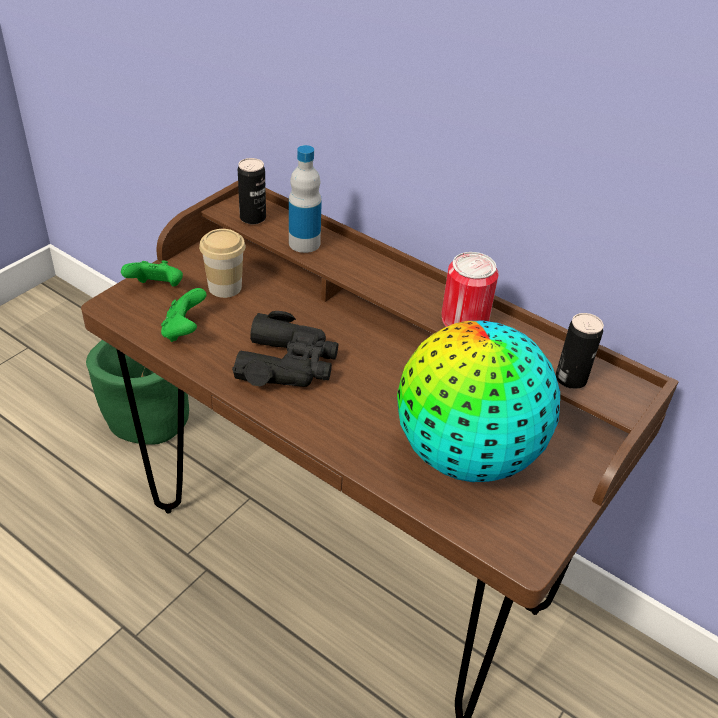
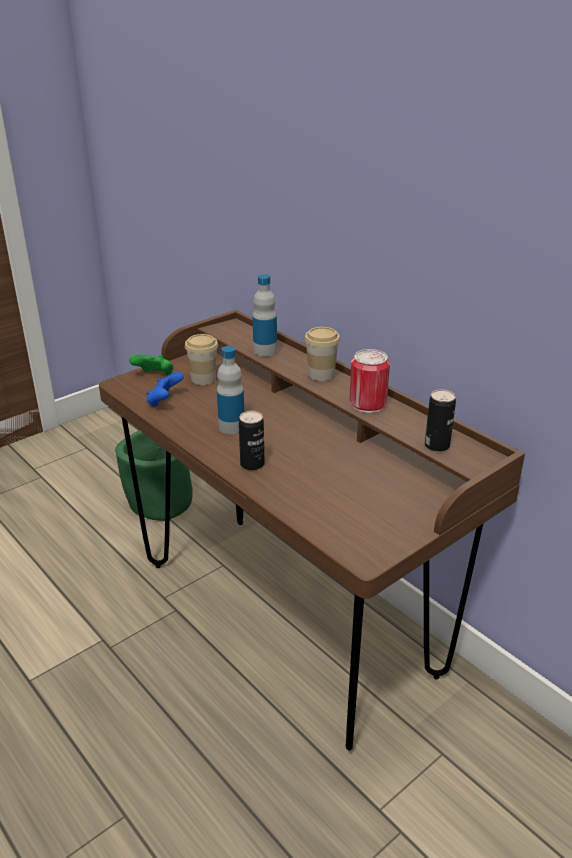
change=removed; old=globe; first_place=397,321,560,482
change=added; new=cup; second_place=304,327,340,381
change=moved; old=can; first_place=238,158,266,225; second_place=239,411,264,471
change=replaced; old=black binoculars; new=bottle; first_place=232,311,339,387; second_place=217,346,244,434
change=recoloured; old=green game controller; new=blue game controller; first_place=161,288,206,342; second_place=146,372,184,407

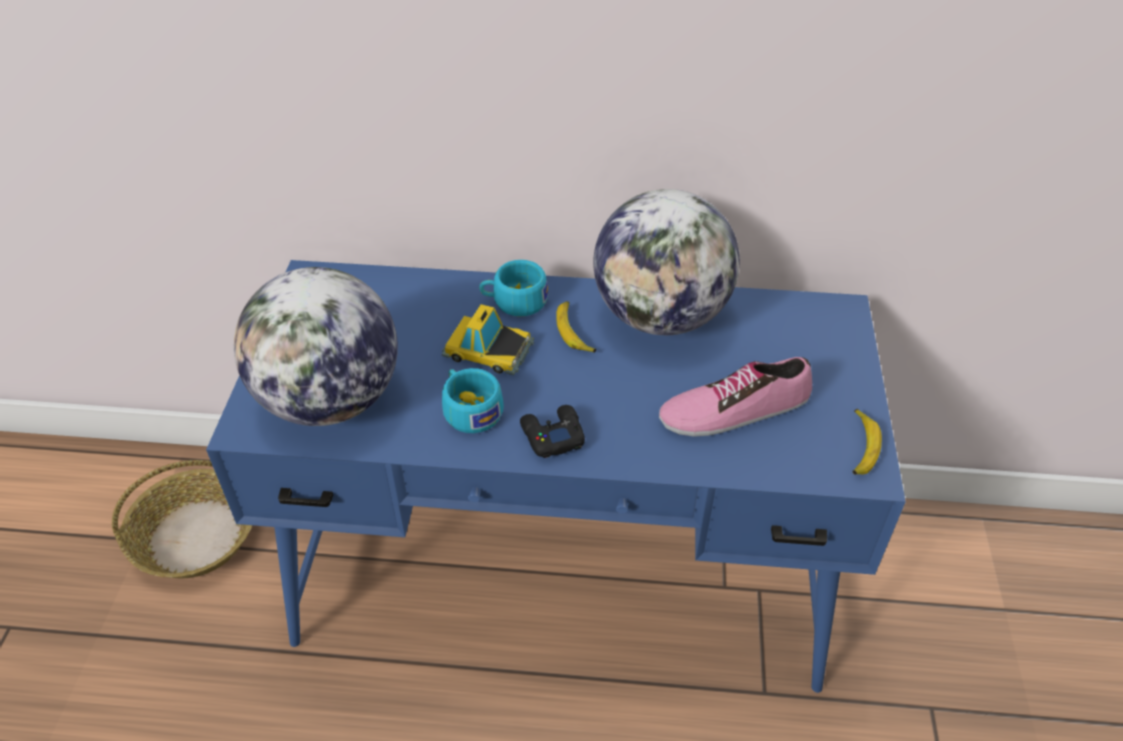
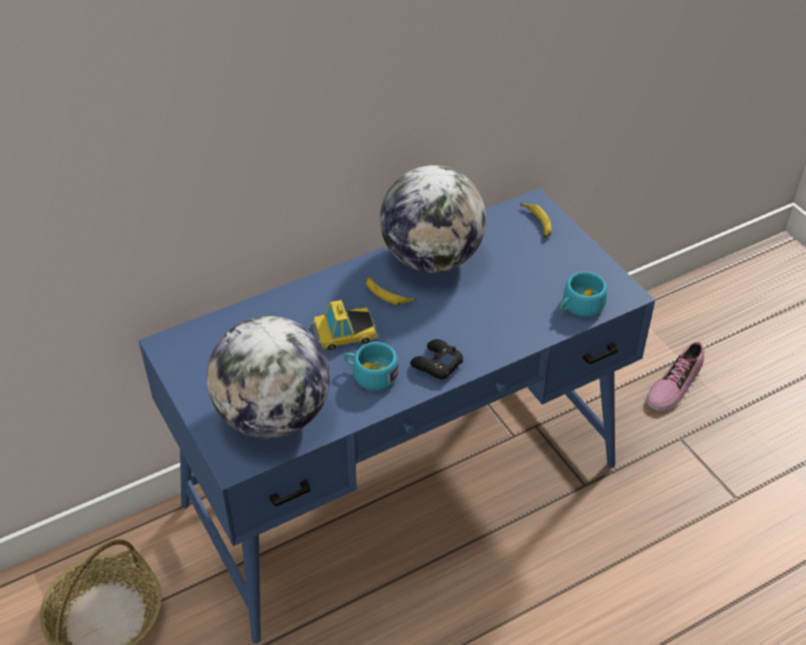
change=moved; old=turquoise cup; first_place=479,260,548,316; second_place=560,272,607,317
change=moved; old=shoe; first_place=659,357,812,437; second_place=647,342,704,411
change=moved; old=banana; first_place=852,409,882,475; second_place=520,203,552,237

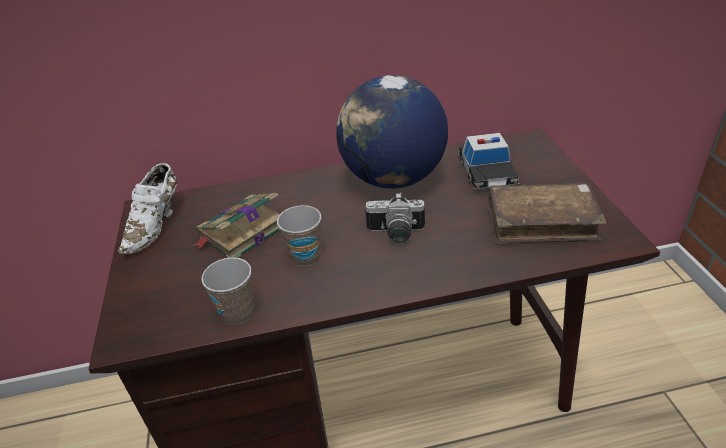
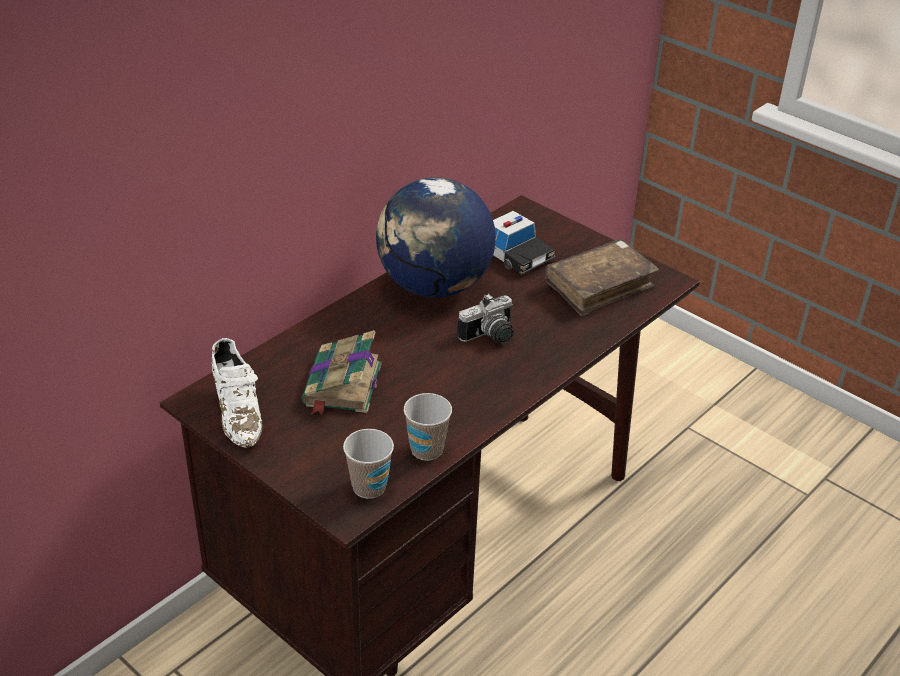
change=moved; old=cup; first_place=277,205,321,266; second_place=343,429,394,499

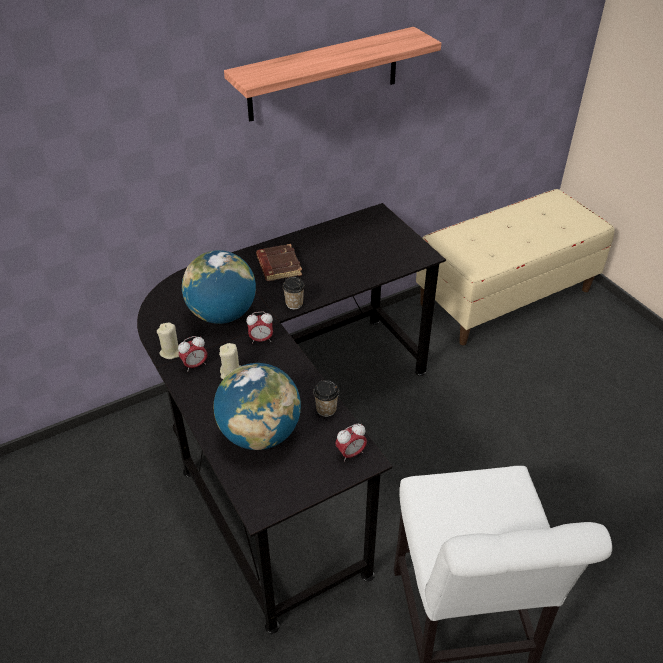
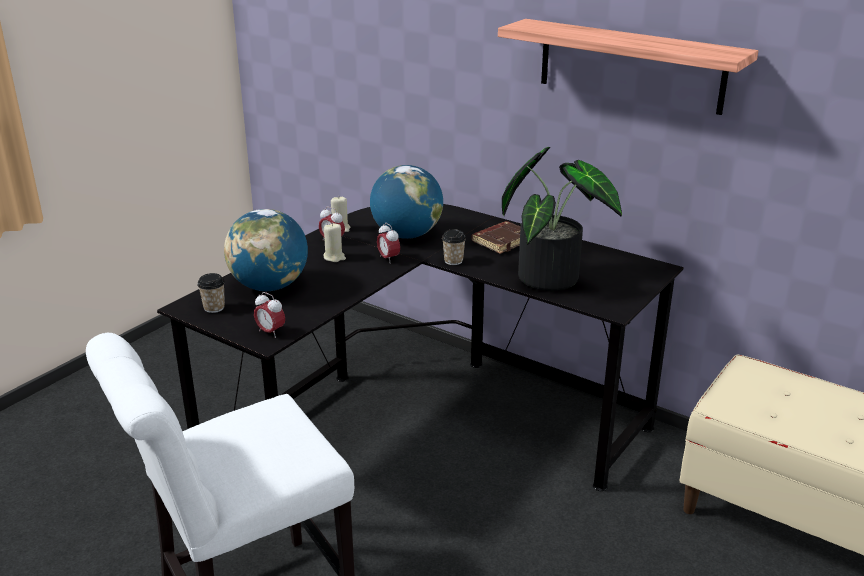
change=added; new=potted plant; second_place=502,147,622,291
change=moved; old=cup; first_place=313,380,339,417; second_place=197,273,225,313

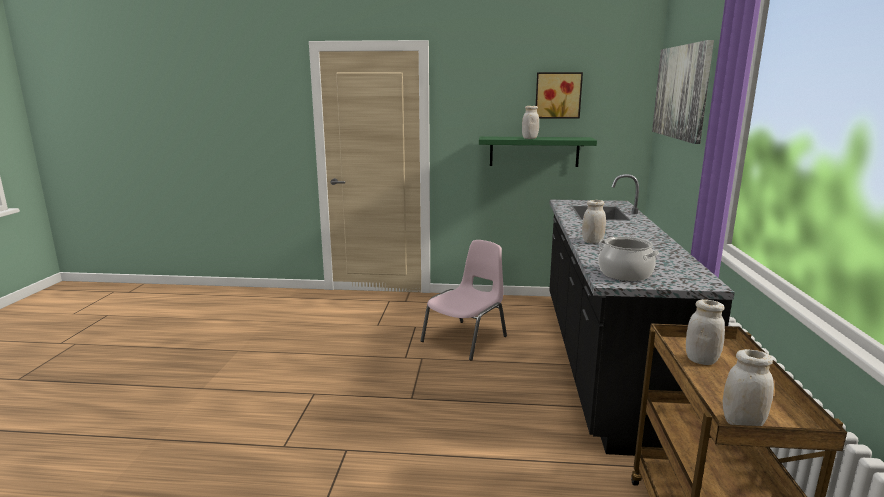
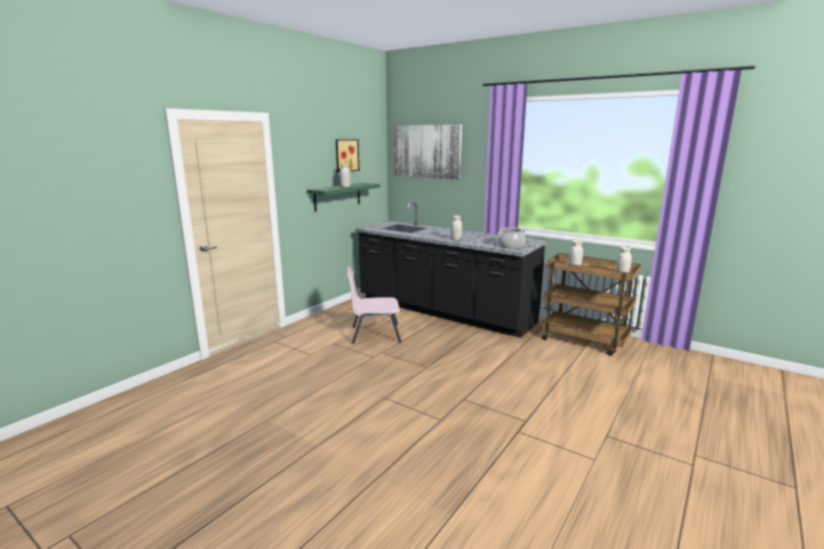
change=turned; old=pink chair; first_place=421,240,507,361; second_place=347,267,401,344; degrees=-75

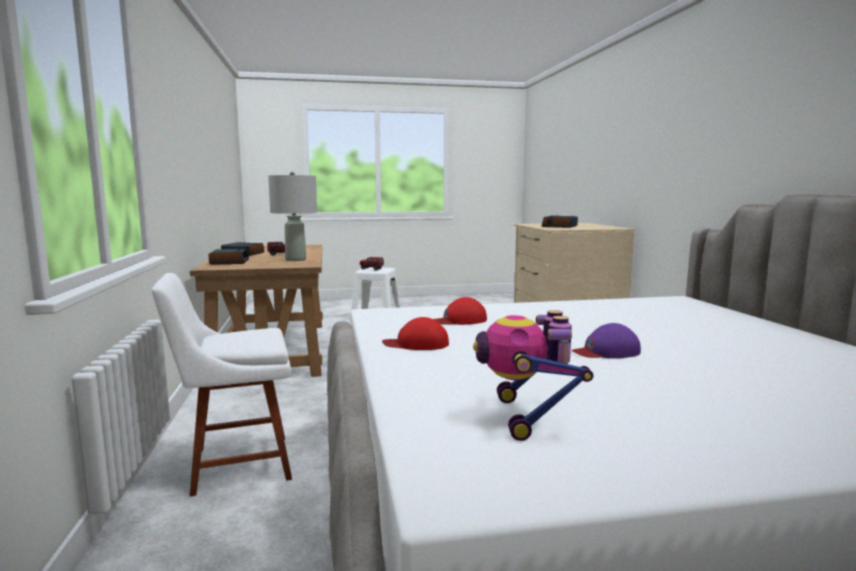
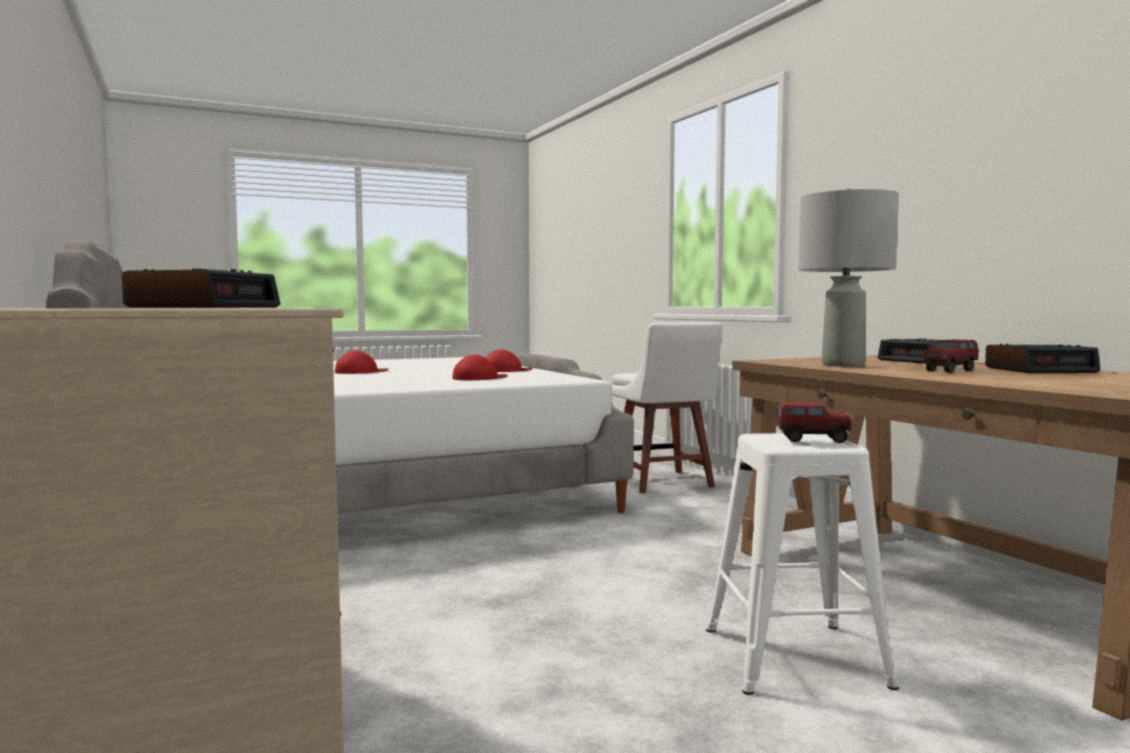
change=removed; old=toy robot; first_place=473,310,594,441
change=recoloured; old=purple cap; new=red cap; first_place=572,323,641,358; second_place=335,350,389,374
change=turned; old=white chair; first_place=152,273,292,497; second_place=611,322,723,493; degrees=105

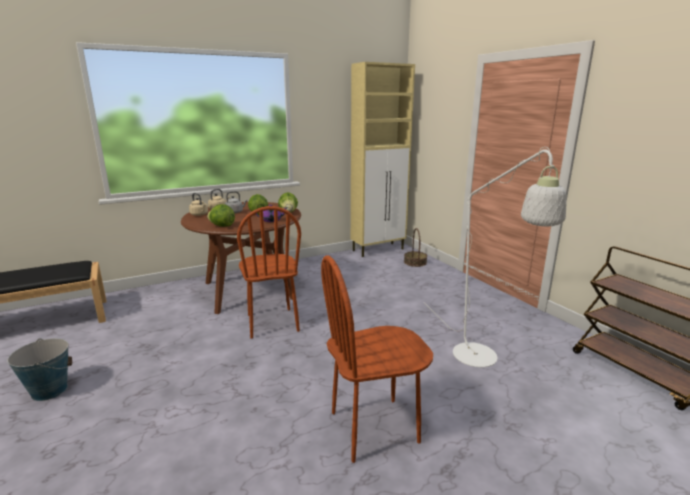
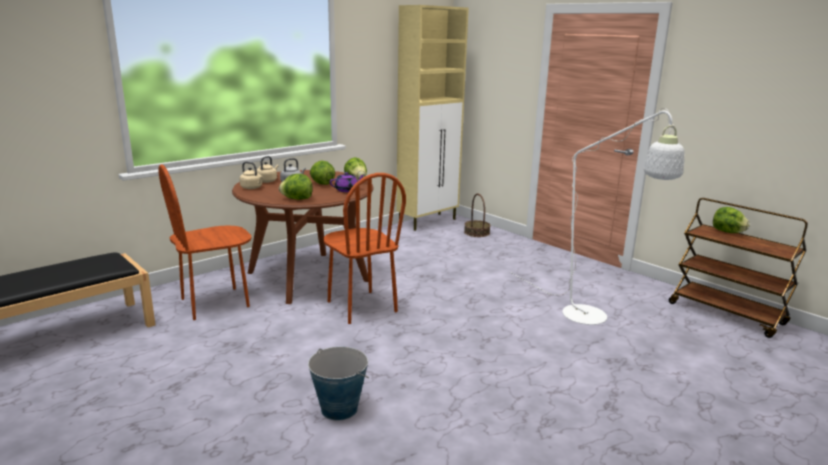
change=added; new=lettuce; second_place=713,207,750,233
change=moved; old=bucket; first_place=7,338,72,401; second_place=308,347,369,421
change=moved; old=brown chair; first_place=321,256,433,463; second_place=158,164,252,320

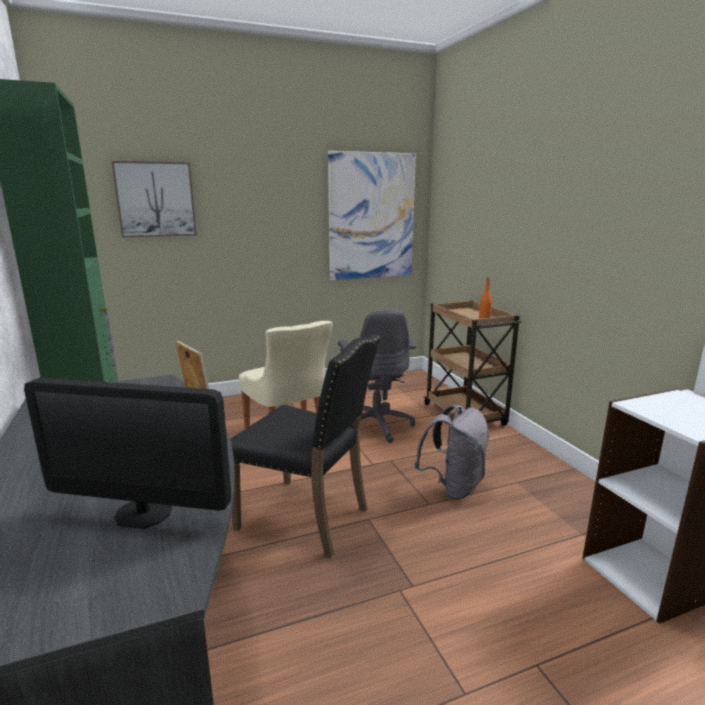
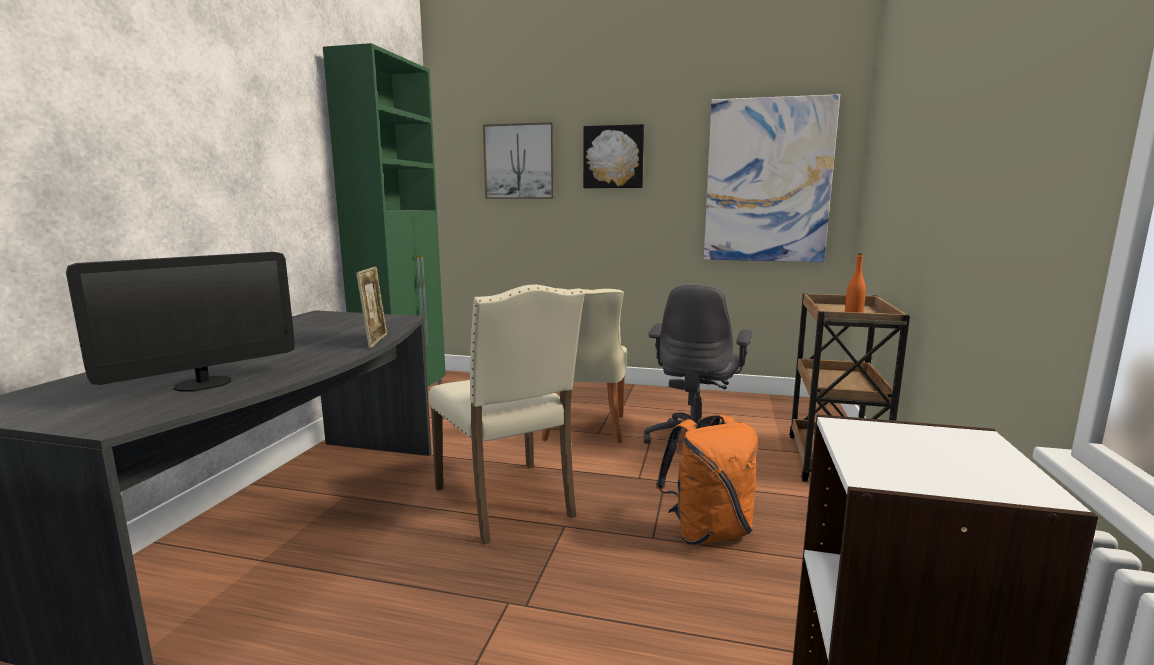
change=added; new=picture; second_place=583,124,644,188
change=recoloured; old=black chair; new=beige chair; first_place=230,334,381,557; second_place=429,285,585,544
change=recoloured; old=grey backpack; new=orange backpack; first_place=414,405,490,500; second_place=656,414,758,545
change=turned; old=monitor; first_place=24,378,231,529; second_place=66,252,295,392; degrees=-90

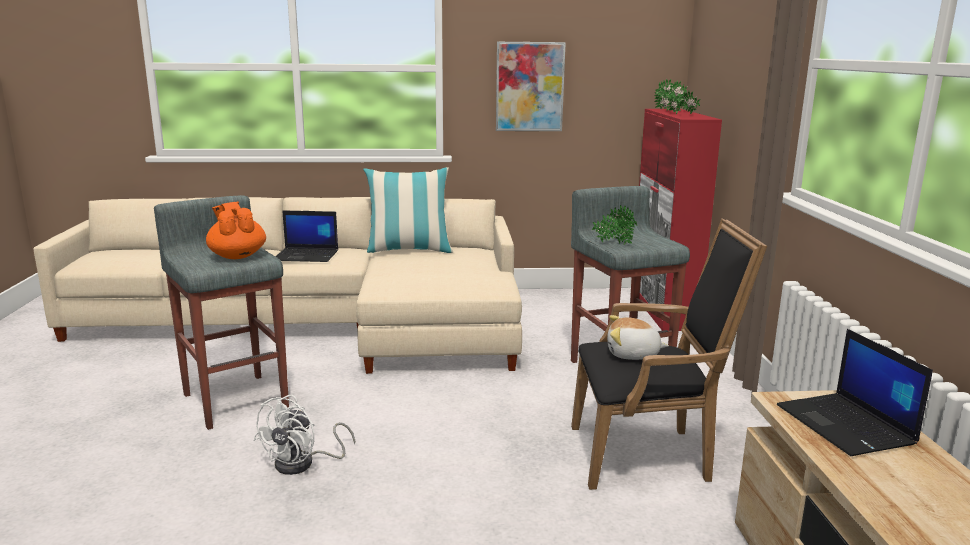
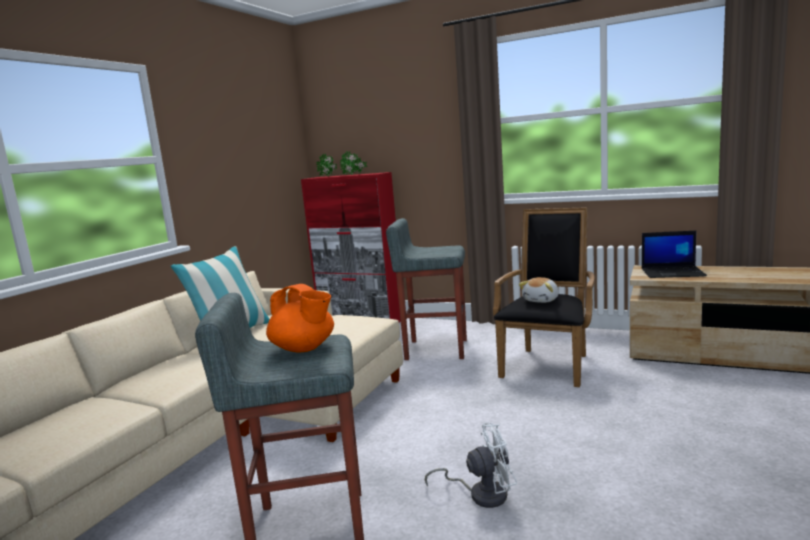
change=removed; old=laptop; first_place=275,210,338,262
change=removed; old=picture; first_place=496,42,566,131
change=removed; old=potted plant; first_place=592,205,637,245
change=turned; old=orange teapot; first_place=206,202,266,259; second_place=266,284,334,353; degrees=-135
change=turned; old=white fan; first_place=253,395,355,475; second_place=425,423,517,508; degrees=-60

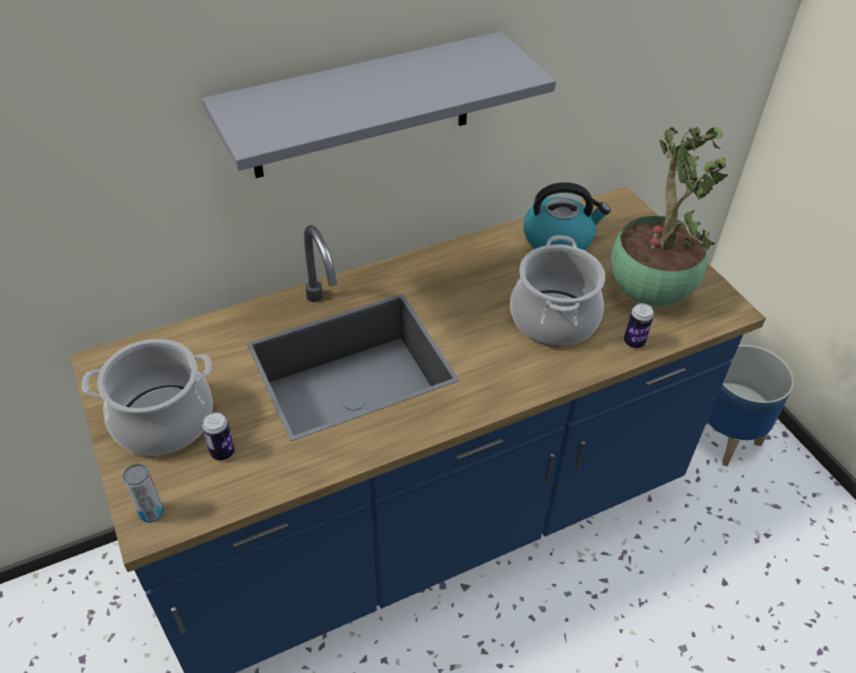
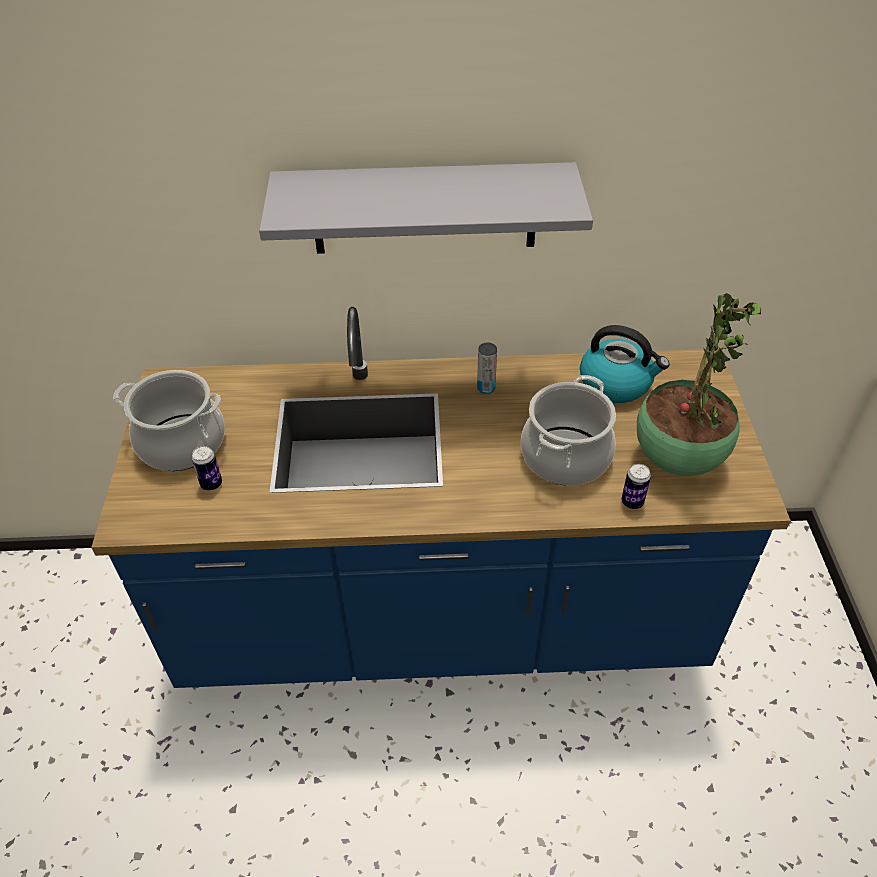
change=removed; old=planter; first_place=706,345,794,466
change=moved; old=can; first_place=123,464,163,522; second_place=477,343,497,394

